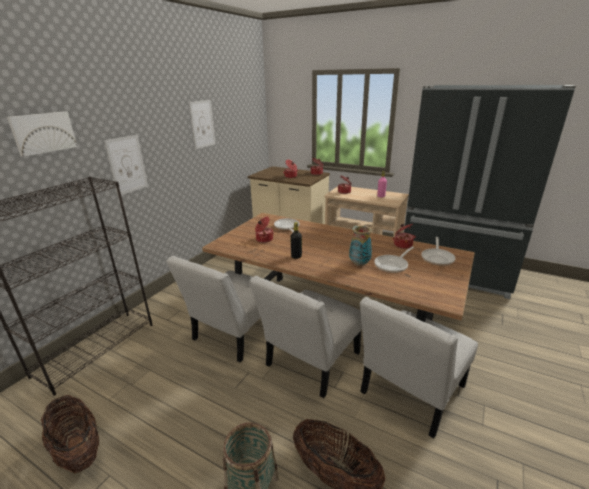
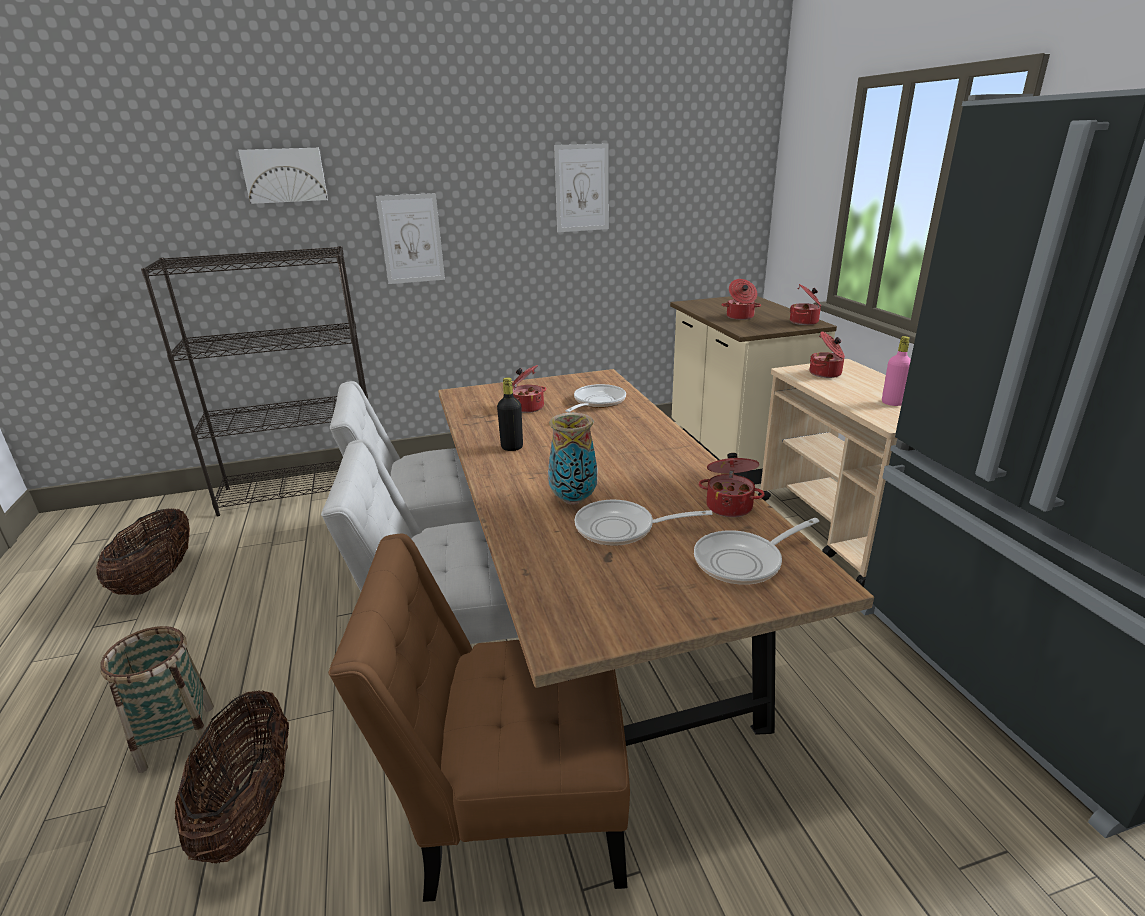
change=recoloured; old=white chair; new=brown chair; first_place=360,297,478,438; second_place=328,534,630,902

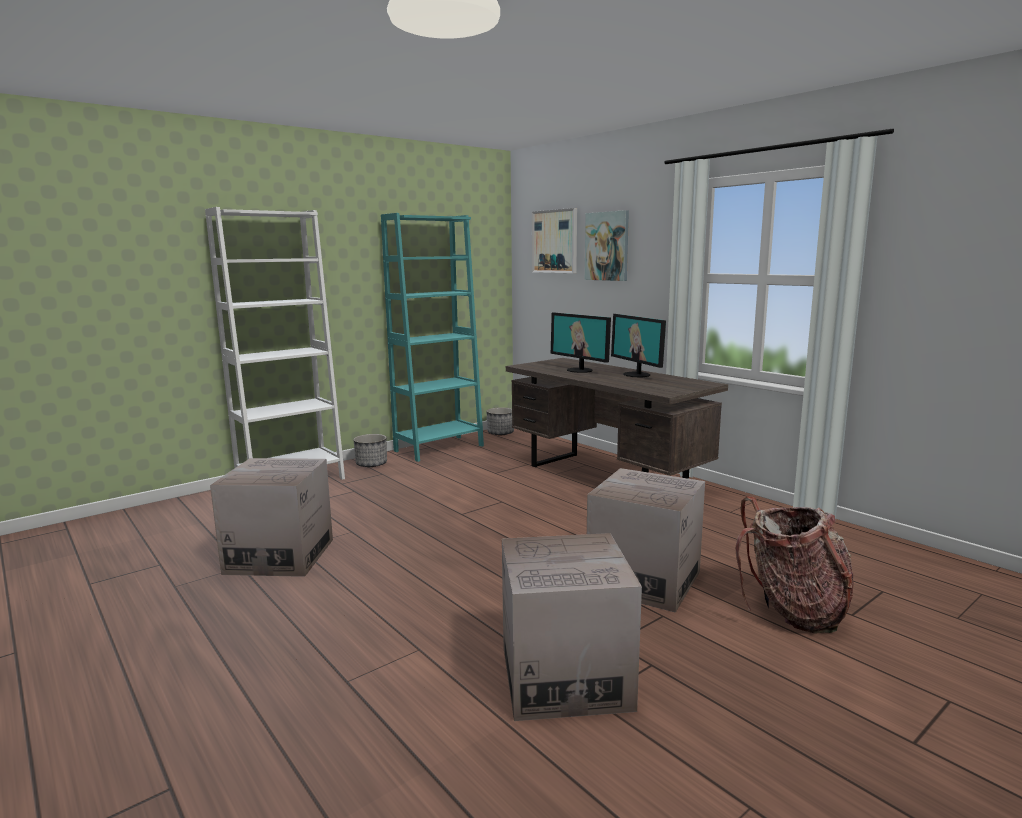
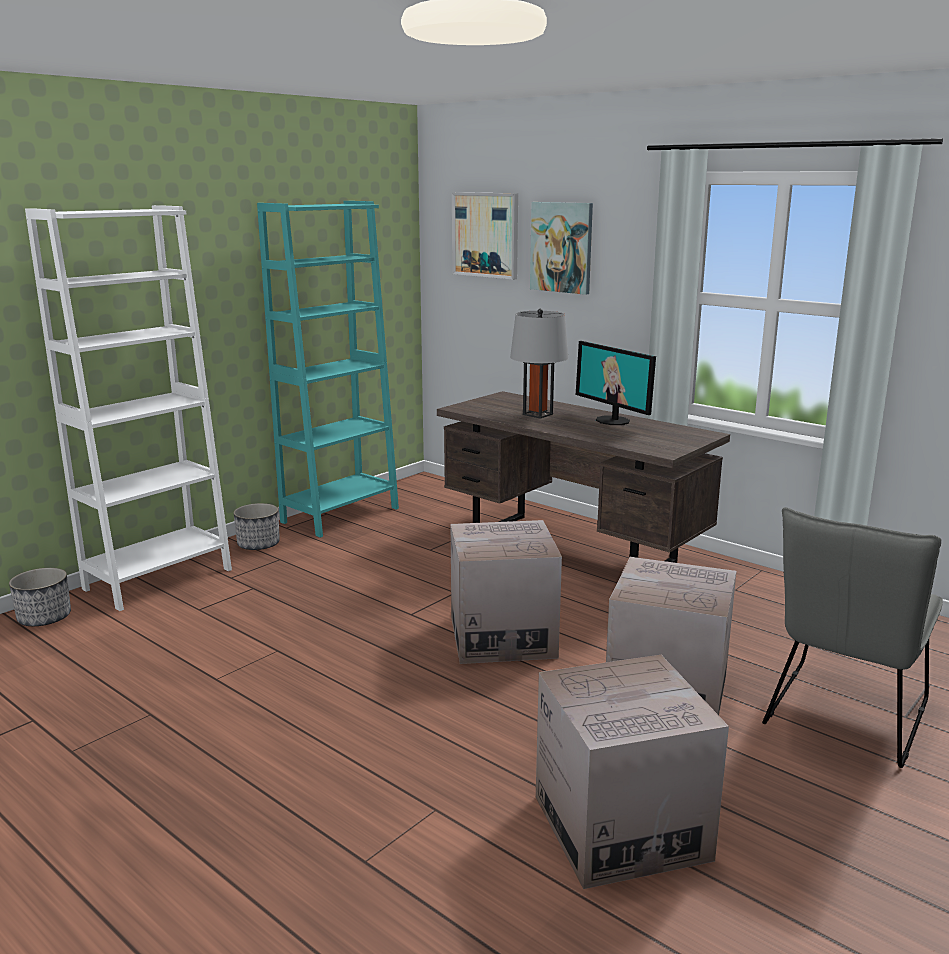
change=moved; old=cardboard box; first_place=210,458,333,577; second_place=451,520,562,664
change=moved; old=planter; first_place=486,407,514,435; second_place=9,568,71,626
change=replaced; old=monitor; new=grey table lamp; first_place=551,312,611,373; second_place=510,309,568,419
change=replaced; old=backpack; new=grey chair; first_place=735,496,853,634; second_place=762,507,943,768

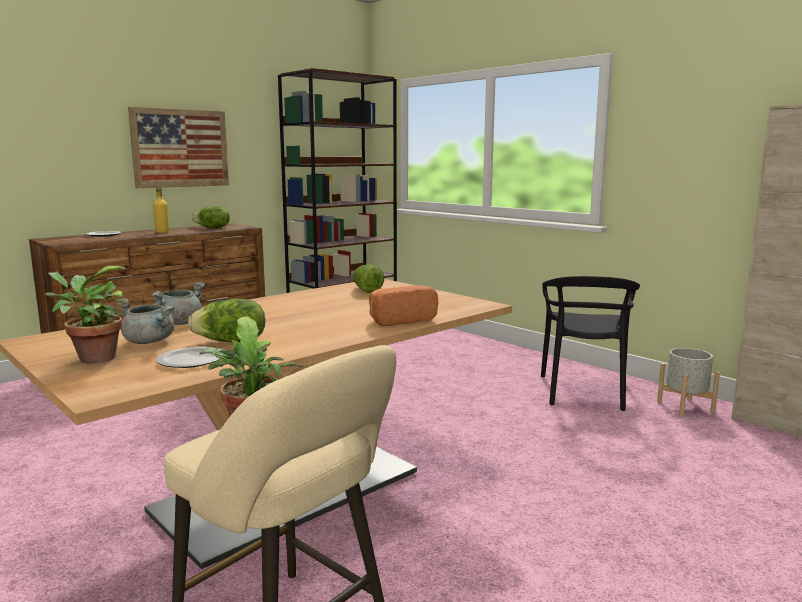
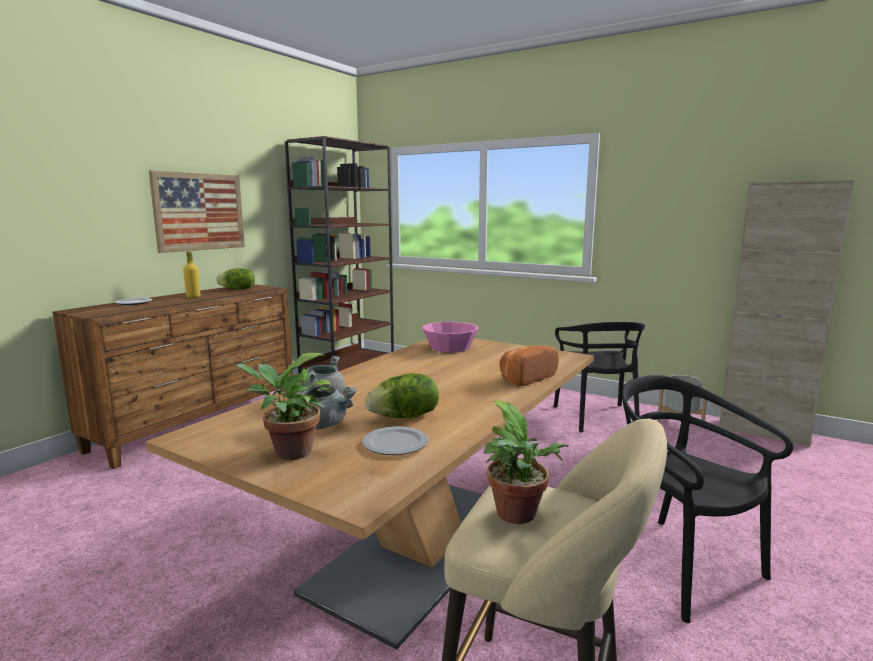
change=added; new=black chair; second_place=622,375,793,623
change=replaced; old=lettuce; new=pink bowl; first_place=353,264,384,293; second_place=422,322,478,353

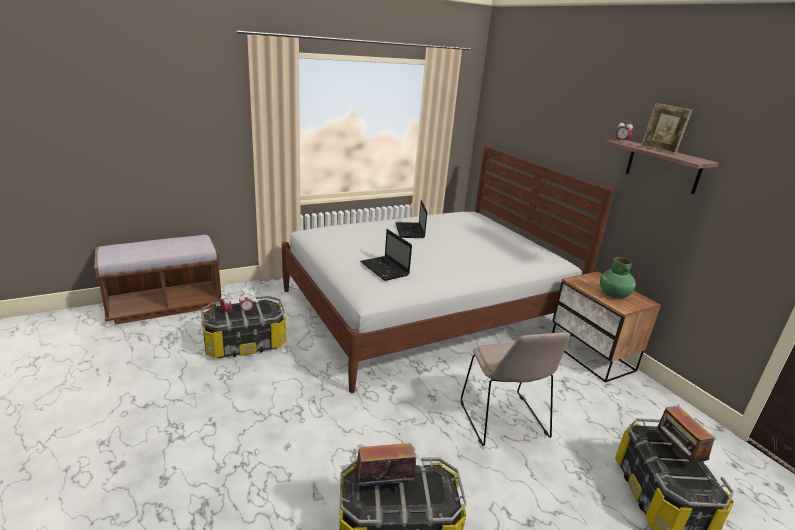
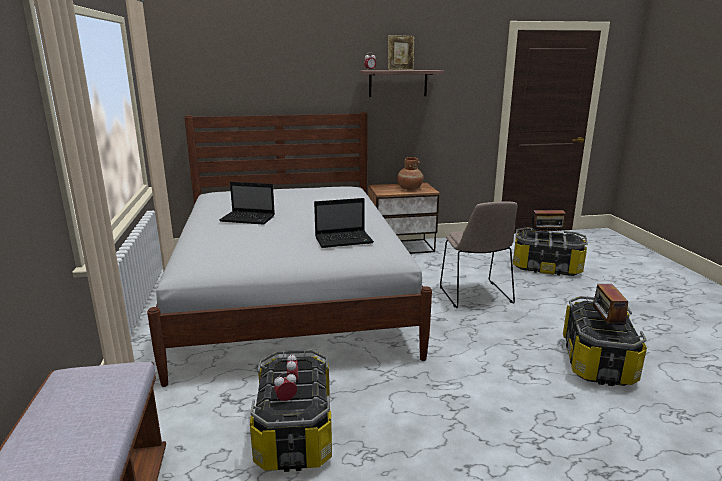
change=recoloured; old=green vase; new=brown vase; first_place=600,257,636,299; second_place=397,157,423,190
change=turned; old=beige chair; first_place=461,332,570,446; second_place=440,201,517,308; degrees=75

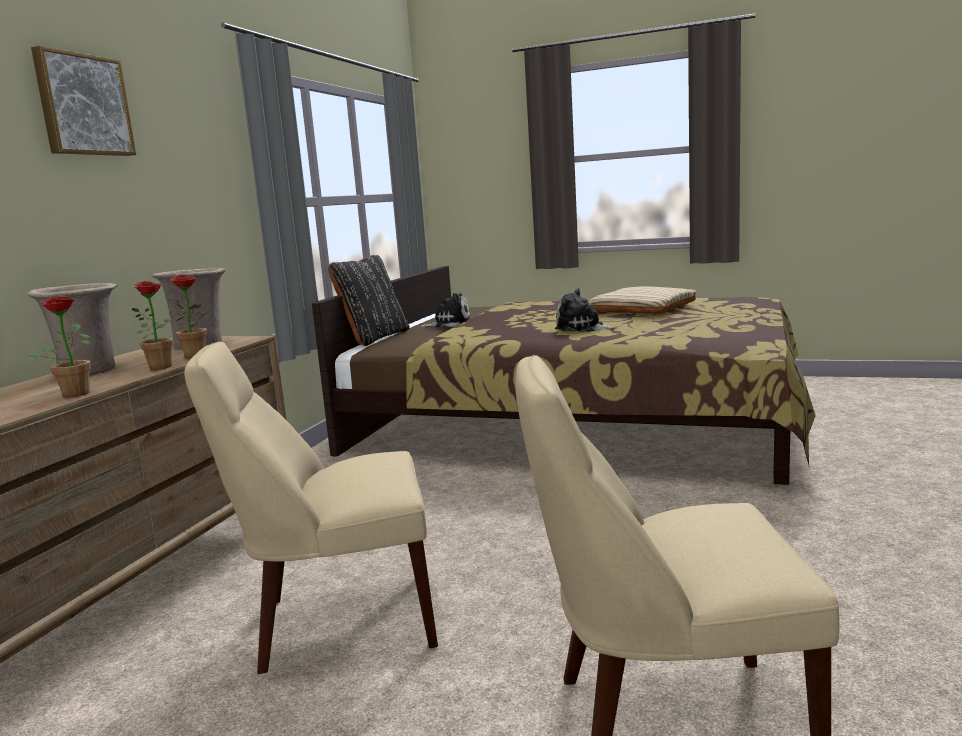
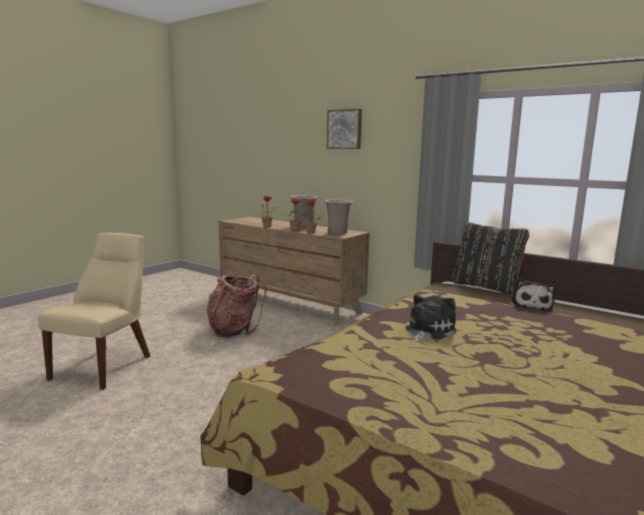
change=removed; old=beige pillow; first_place=588,286,696,314
change=replaced; old=beige chair; new=backpack; first_place=184,341,438,674; second_place=207,274,267,338

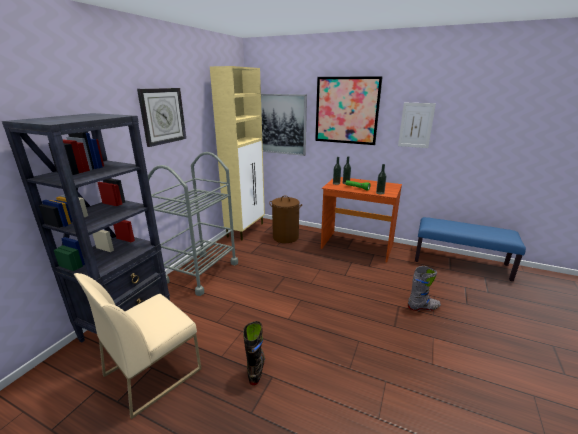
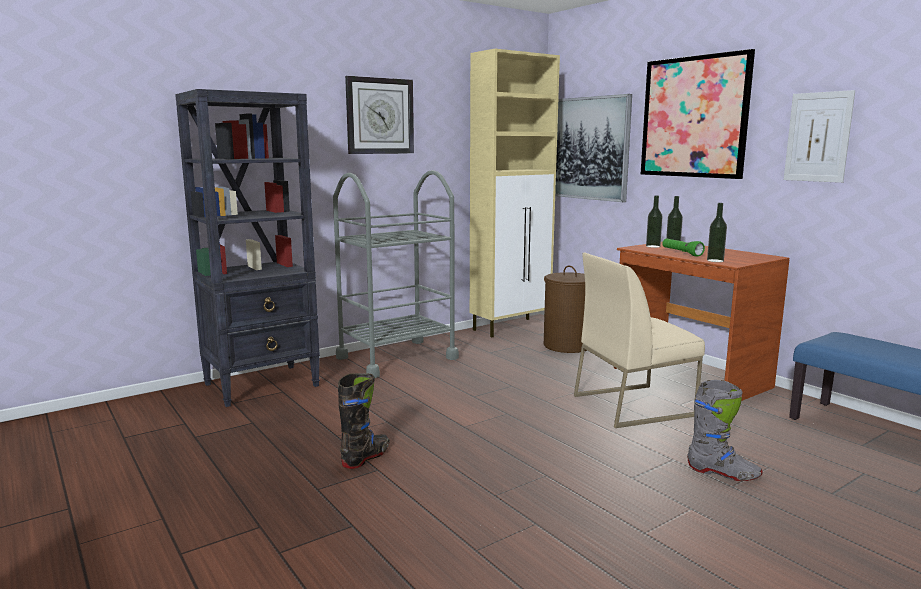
change=moved; old=beige chair; first_place=74,273,201,419; second_place=574,253,705,428

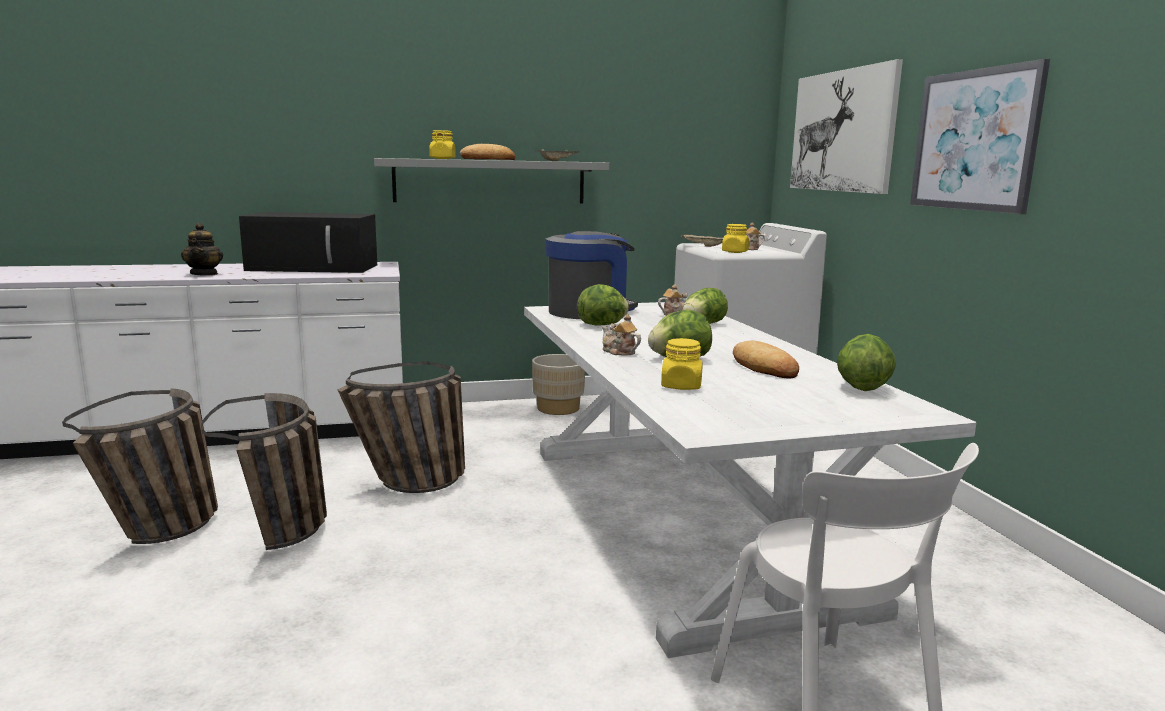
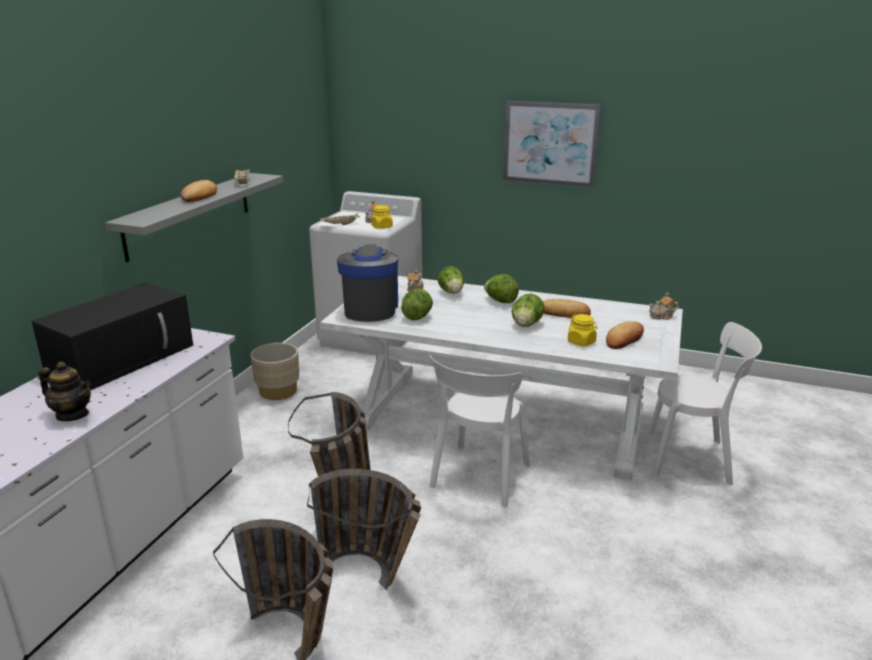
change=removed; old=yellow jar; first_place=429,130,456,159
change=removed; old=picture; first_place=790,59,903,194
change=added; new=white chair; second_place=429,355,530,508
change=added; new=bread; second_place=606,321,644,349
change=moved; old=teapot; first_place=602,314,641,356; second_place=649,292,679,320
change=moved; old=lettuce; first_place=837,334,896,391; second_place=484,274,519,303

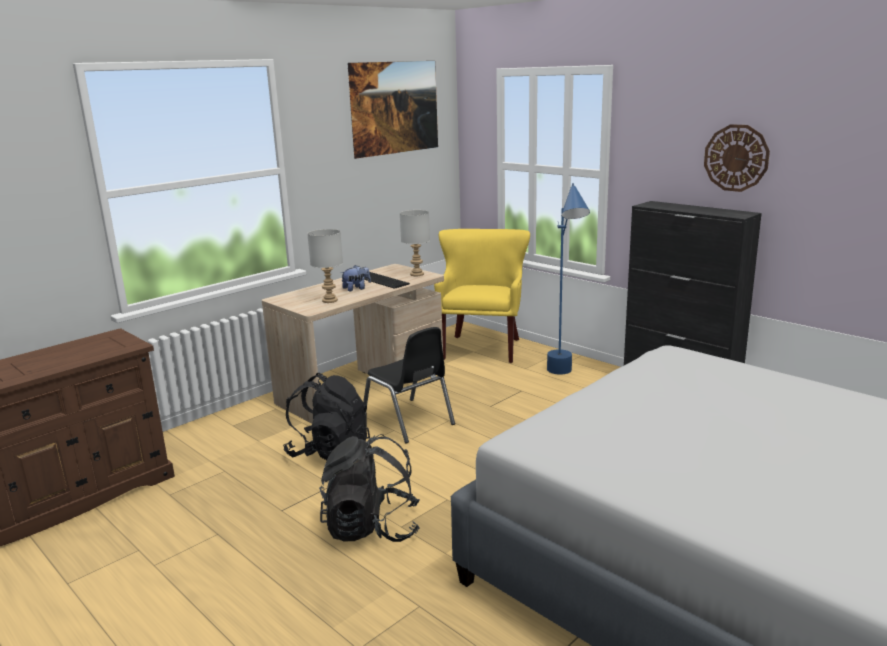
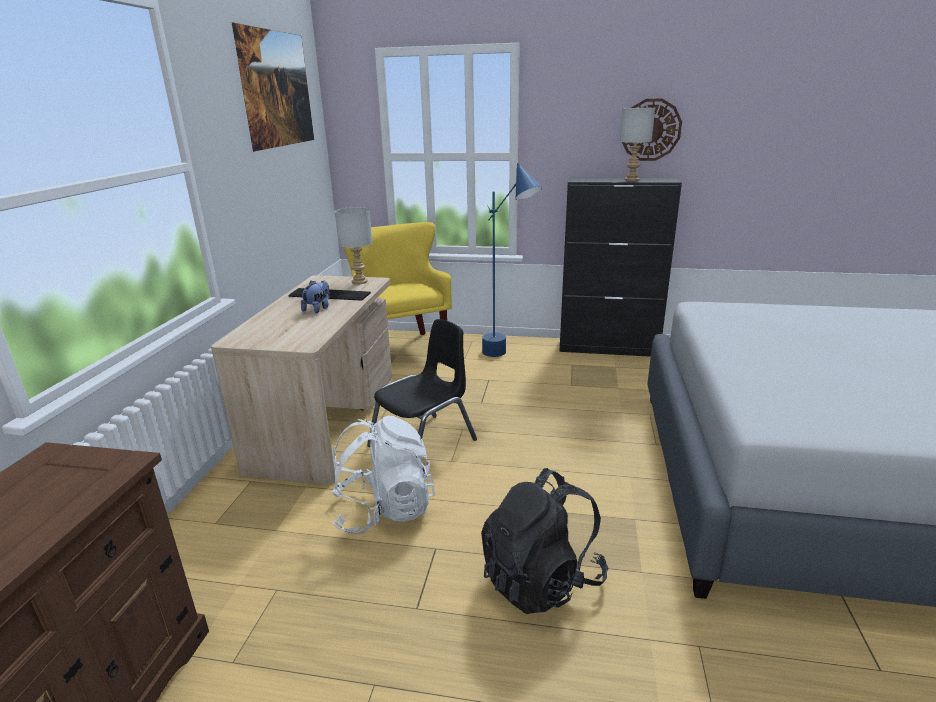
change=moved; old=grey table lamp; first_place=307,229,343,303; second_place=620,108,655,181
change=recoloured; old=black backpack; new=white backpack; first_place=283,373,370,460; second_place=331,416,435,535
change=turned; old=black chair; first_place=363,327,455,443; second_place=367,319,477,447; degrees=-60

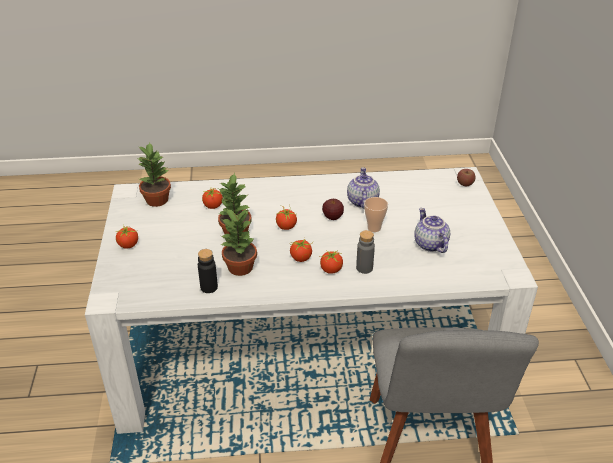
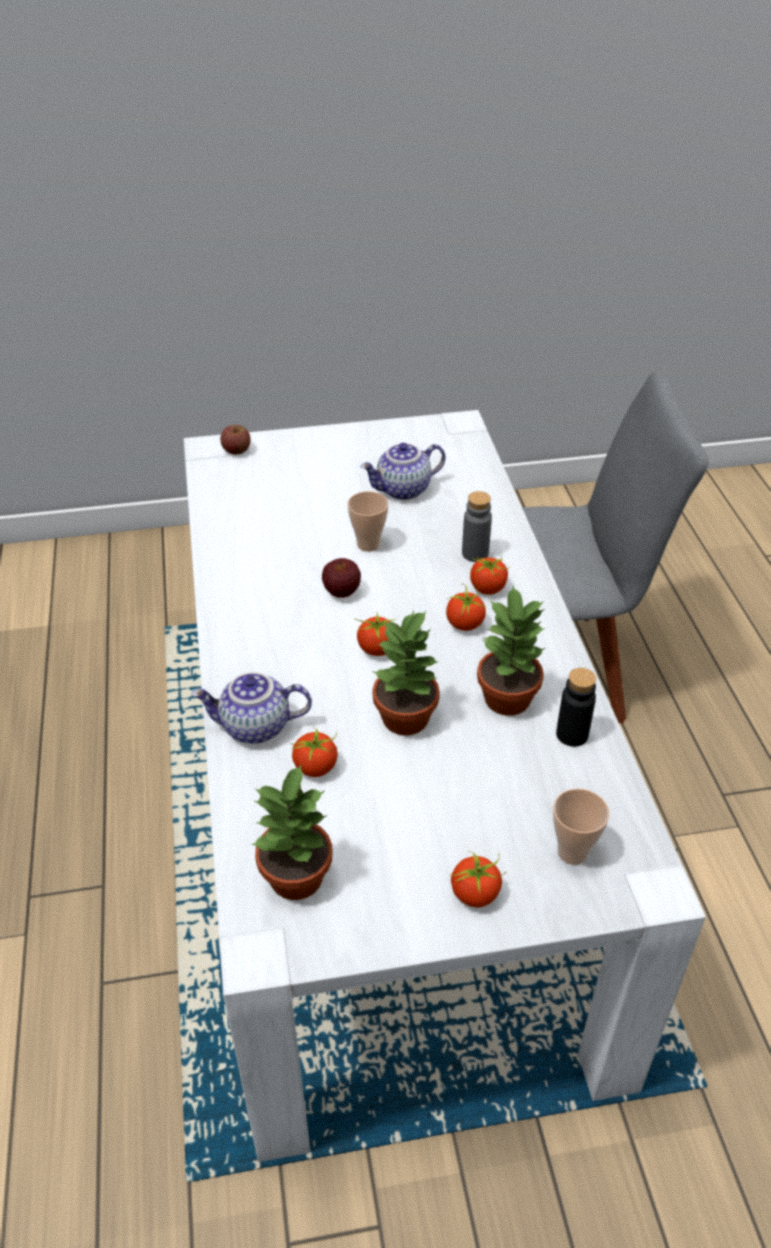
change=added; new=cup; second_place=553,788,609,865
change=moved; old=teapot; first_place=347,167,380,209; second_place=191,672,312,744

